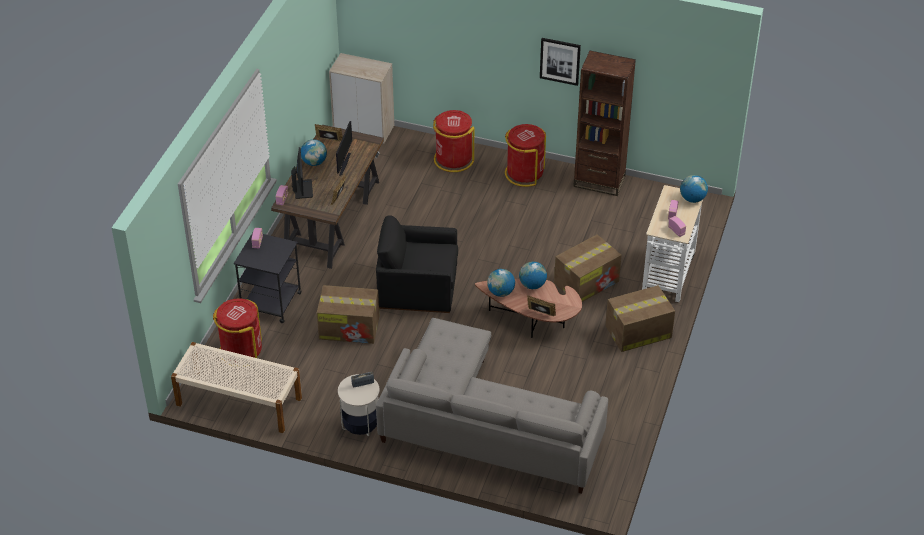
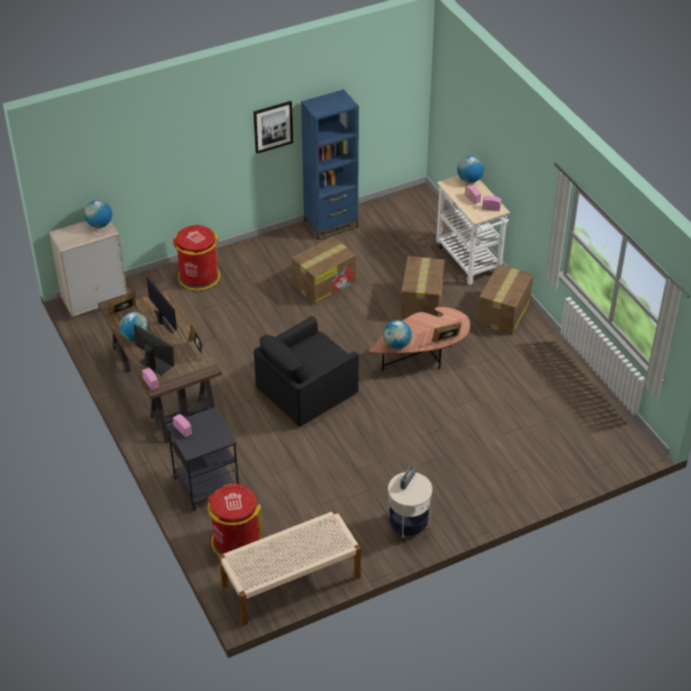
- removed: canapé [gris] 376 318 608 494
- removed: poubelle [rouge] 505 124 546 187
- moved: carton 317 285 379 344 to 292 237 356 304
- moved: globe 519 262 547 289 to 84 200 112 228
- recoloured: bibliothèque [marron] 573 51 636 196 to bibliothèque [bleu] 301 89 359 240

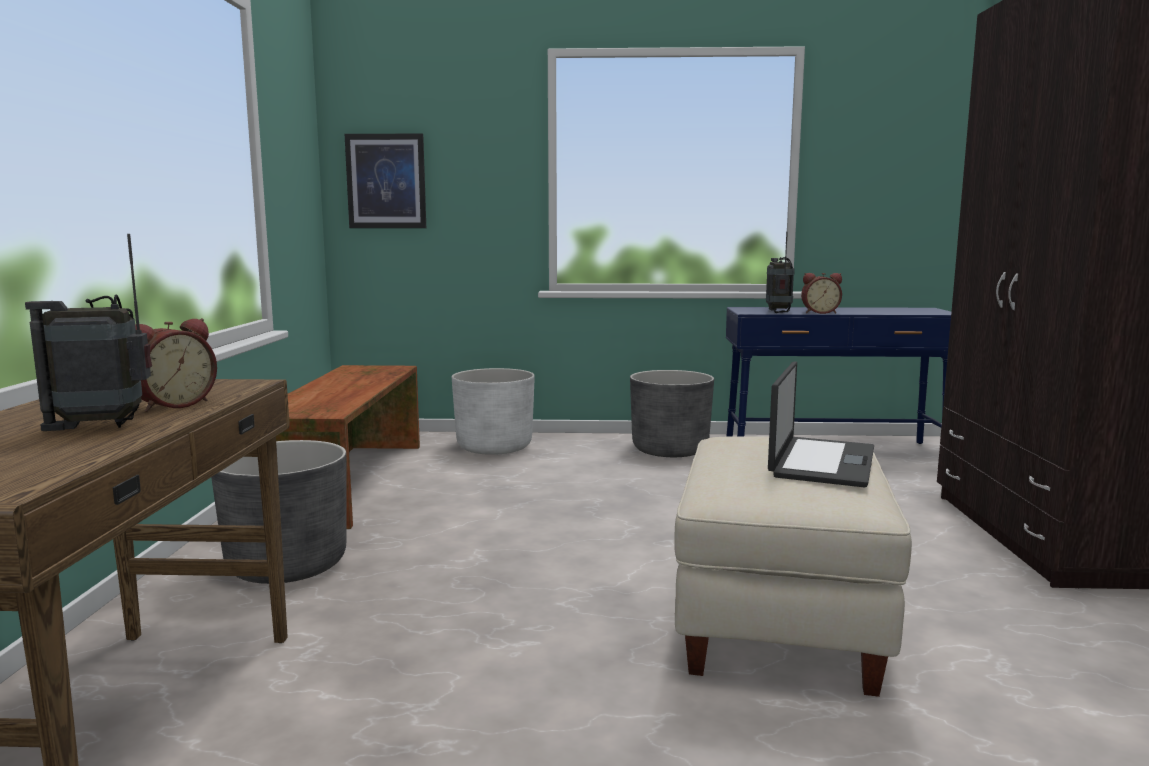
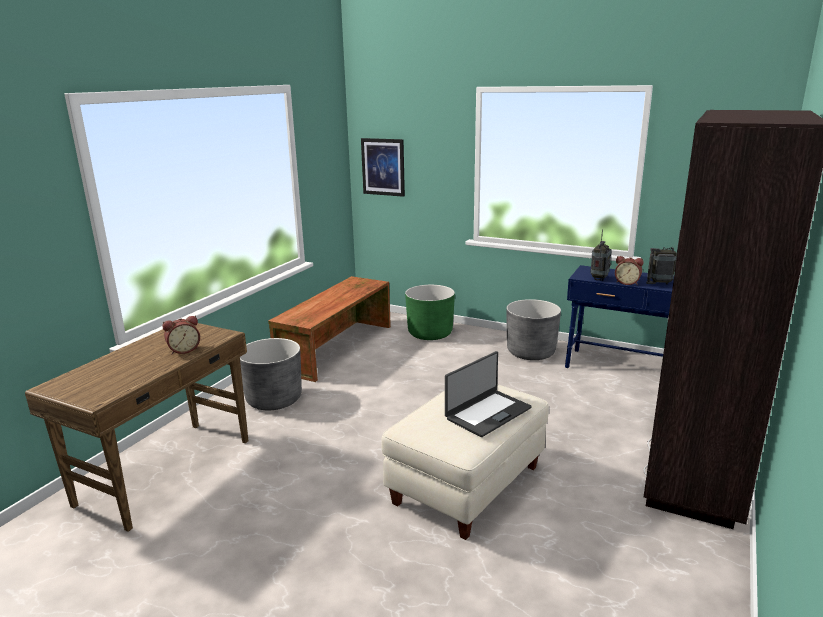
- moved: radio 25 234 152 431 to 646 230 681 285
- recoloured: cache-pot [blanc] 452 368 535 455 to cache-pot [vert] 405 285 455 340

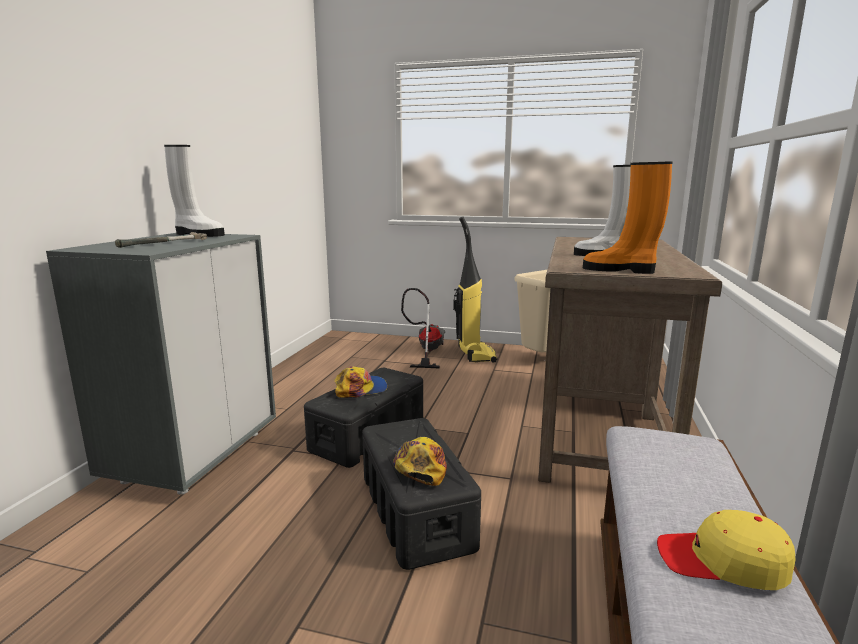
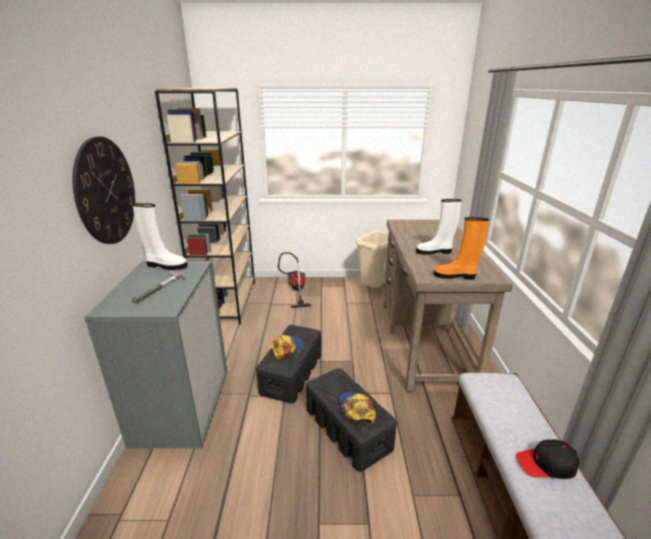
- removed: aspirateur 453 217 498 363
- added: horloge murale 73 136 135 244
- added: bibliothèque [marron] 155 88 255 325
- recoloured: casquette [jaune] 657 510 795 590 to casquette [noir] 516 439 579 479

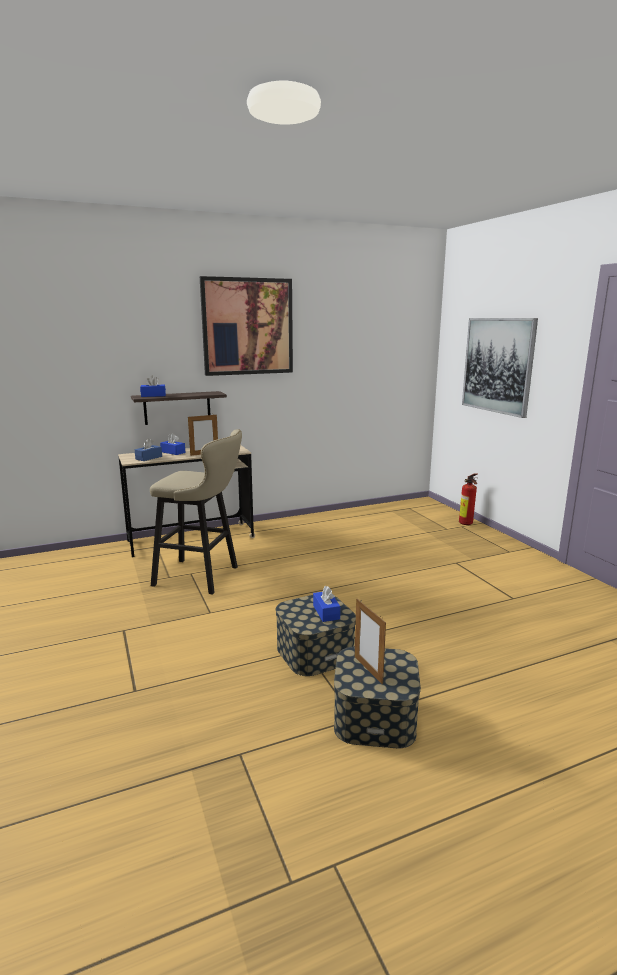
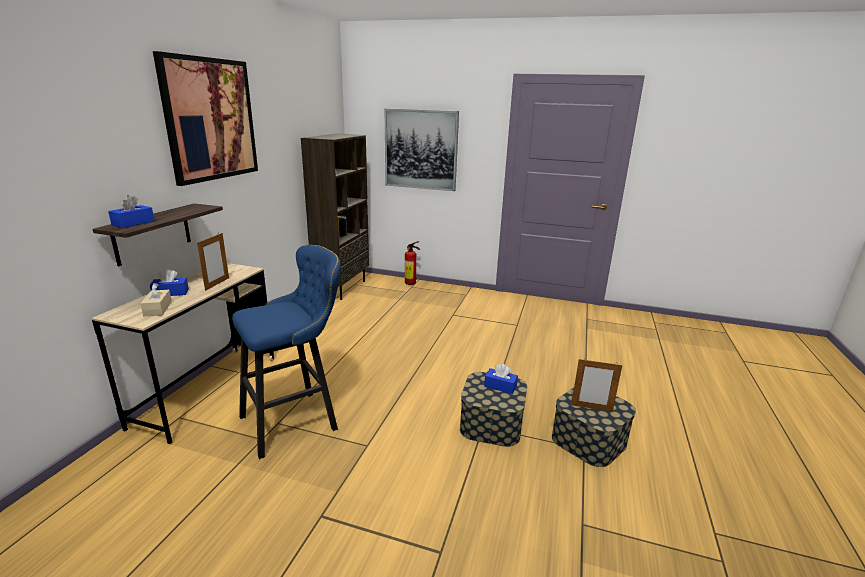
- added: bibliothèque [marron] 301 134 369 300
- recoloured: boîte à mouchoirs [bleu] 135 438 162 461 to boîte à mouchoirs [beige] 140 283 172 317
- recoloured: tabouret [beige] 150 429 242 595 to tabouret [bleu] 232 245 341 459

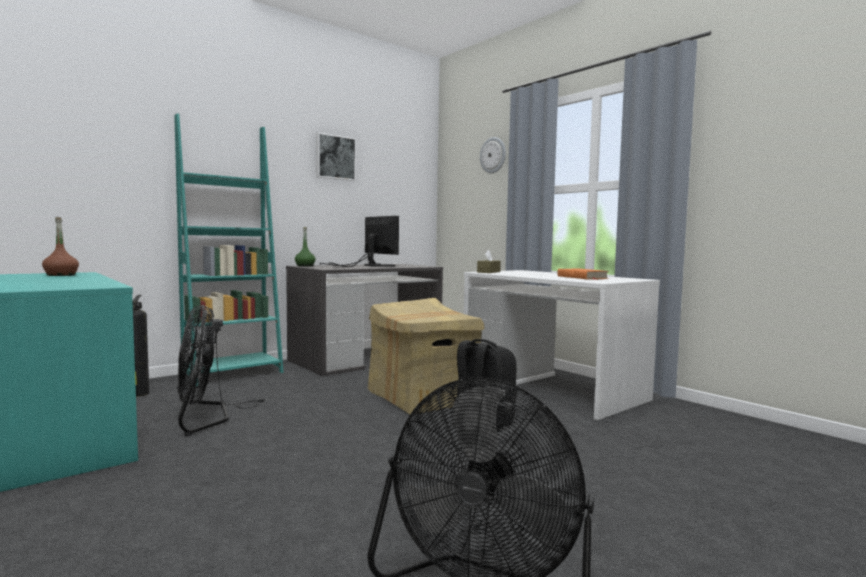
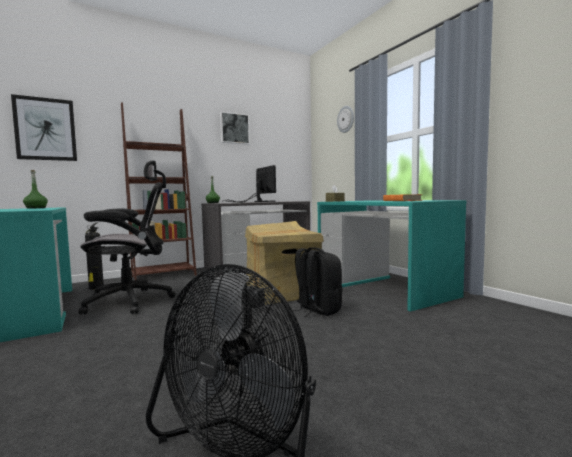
- added: tableau 11 94 77 161
- replaced: ventilateur [noir] 177 305 265 437 to chaise de bureau 78 161 175 314
- recoloured: bouteille [marron] 42 217 79 276 to bouteille [vert] 23 170 48 209
- recoloured: bibliothèque [turquoise] 174 114 284 386 to bibliothèque [marron] 121 102 197 280
- recoloured: bureau [blanc] 464 270 660 420 to bureau [turquoise] 317 200 467 312

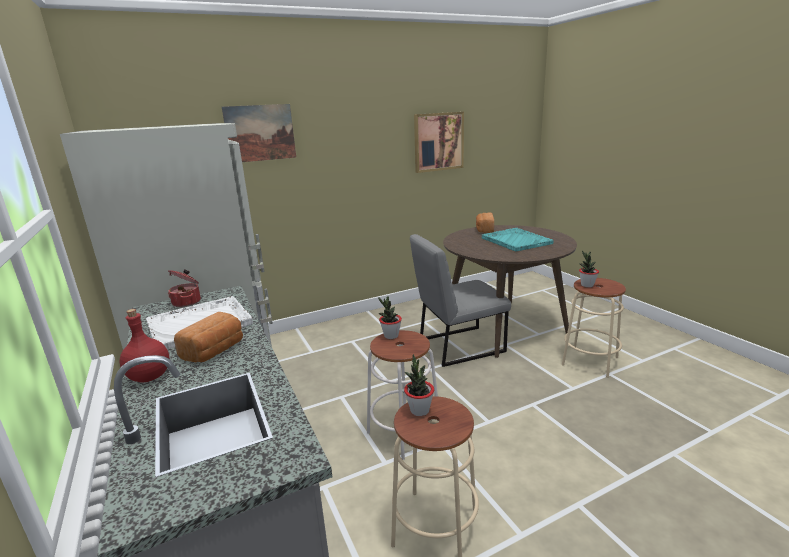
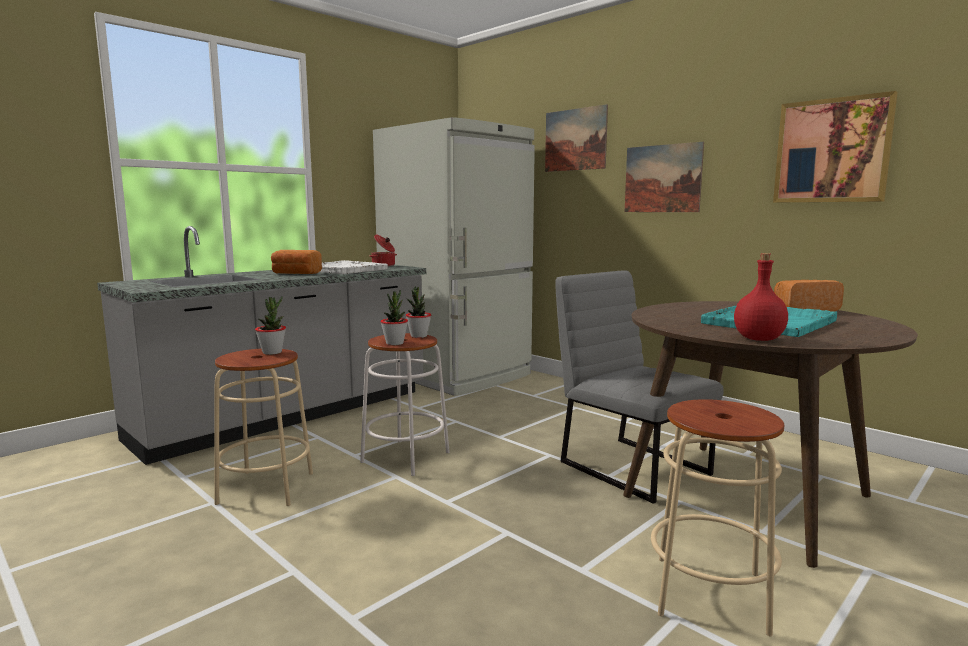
- added: tableau 625 142 704 212
- moved: bouteille [rouge] 120 309 170 382 to 734 253 788 341
- moved: plante en pot 579 250 599 288 to 380 290 408 345

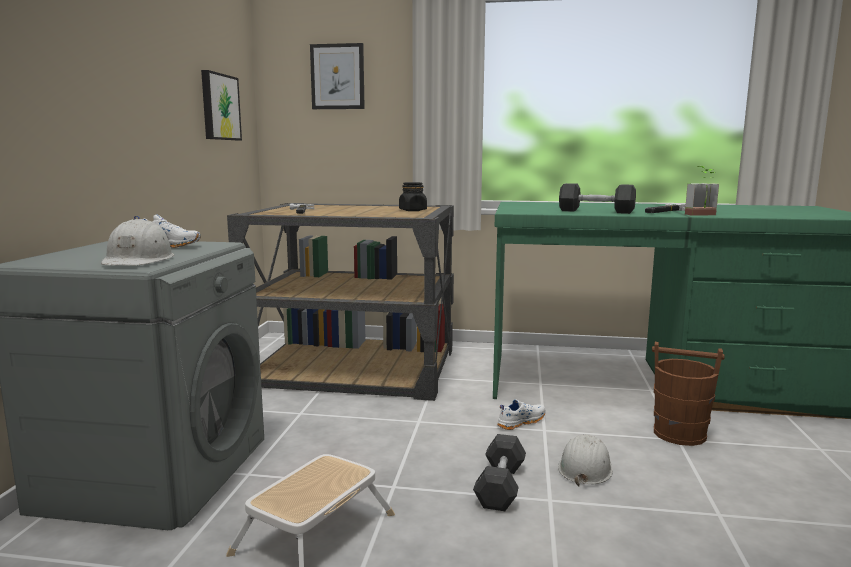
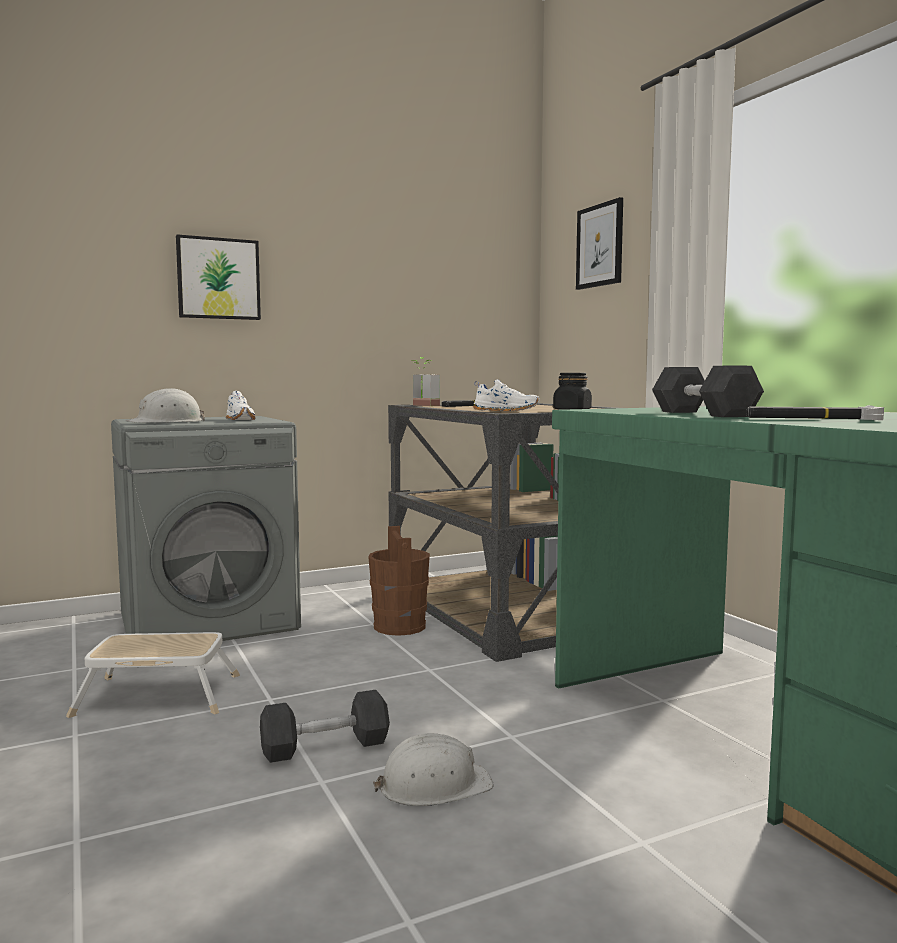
- moved: tableau 201 70 242 140 to 176 234 261 320
- moved: chaussure [blanc] 497 399 545 430 to 473 379 539 411
- moved: seau [marron] 652 342 725 446 to 368 526 430 636
- moved: plante en pot 685 166 719 216 to 411 357 440 406

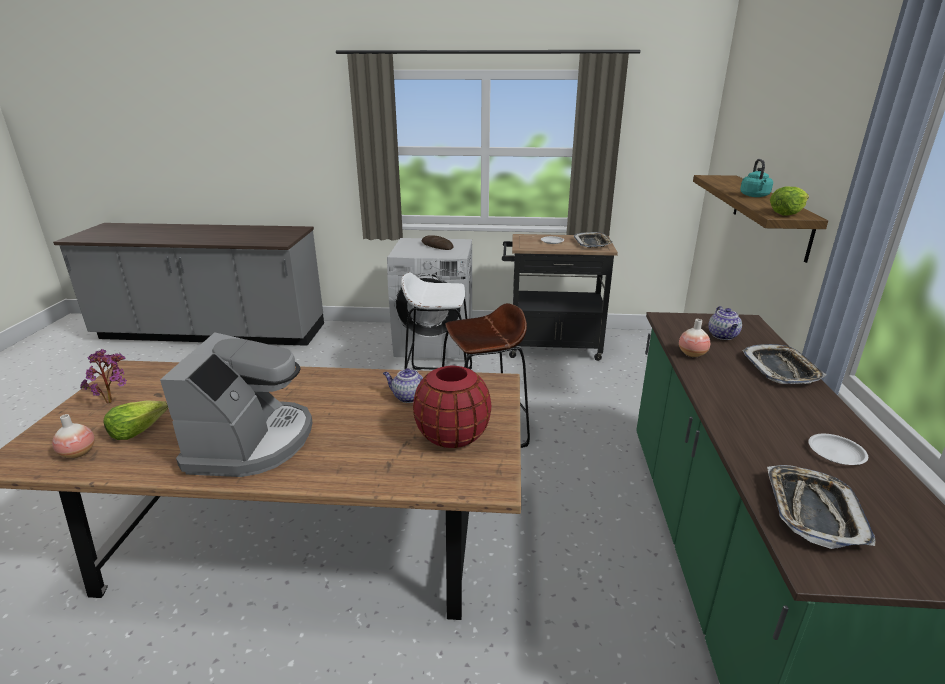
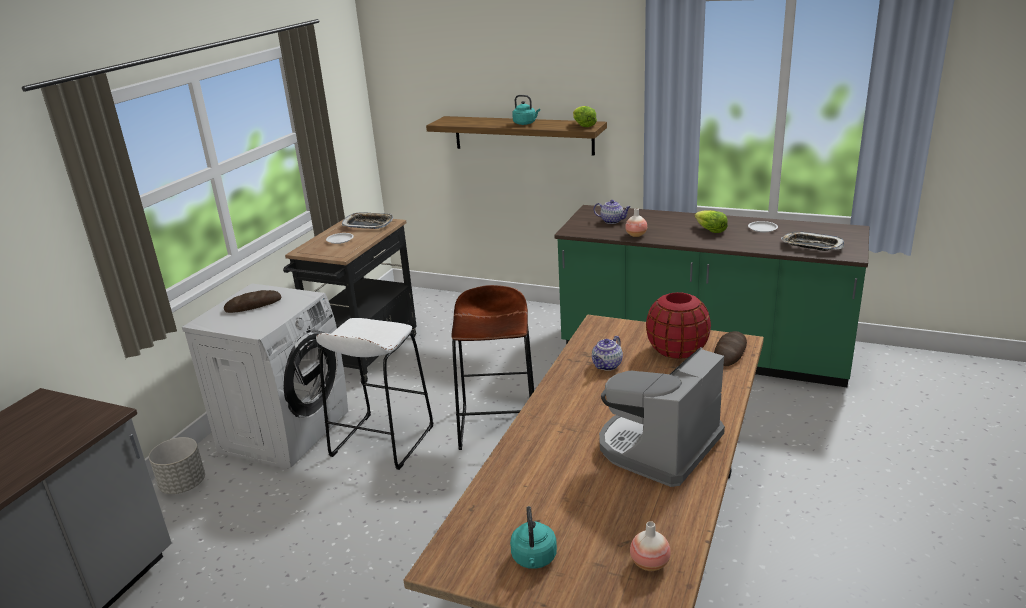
- removed: plateau 742 344 827 384
- added: cache-pot [gris] 149 437 205 494
- added: pain 714 331 747 366
- moved: laitue 104 400 168 440 to 695 210 728 233
- replaced: plante en pot 80 349 127 403 to bouilloire [turquoise] 510 506 557 569
- turned: machine à café 160 332 313 477 = 599 347 725 487 75 degrees counterclockwise

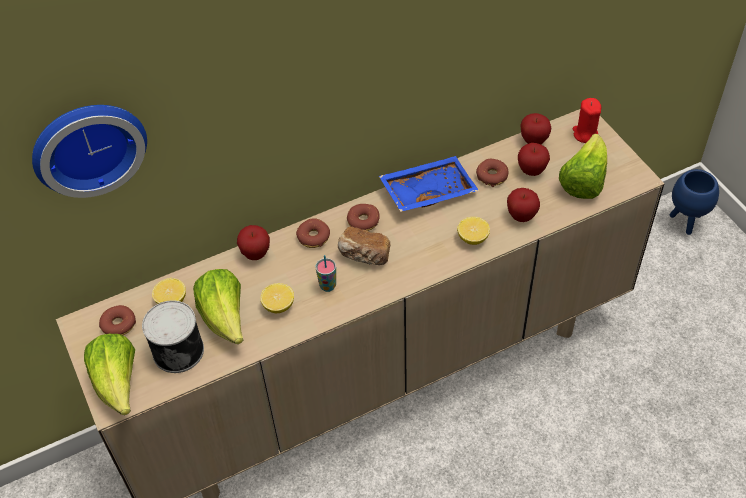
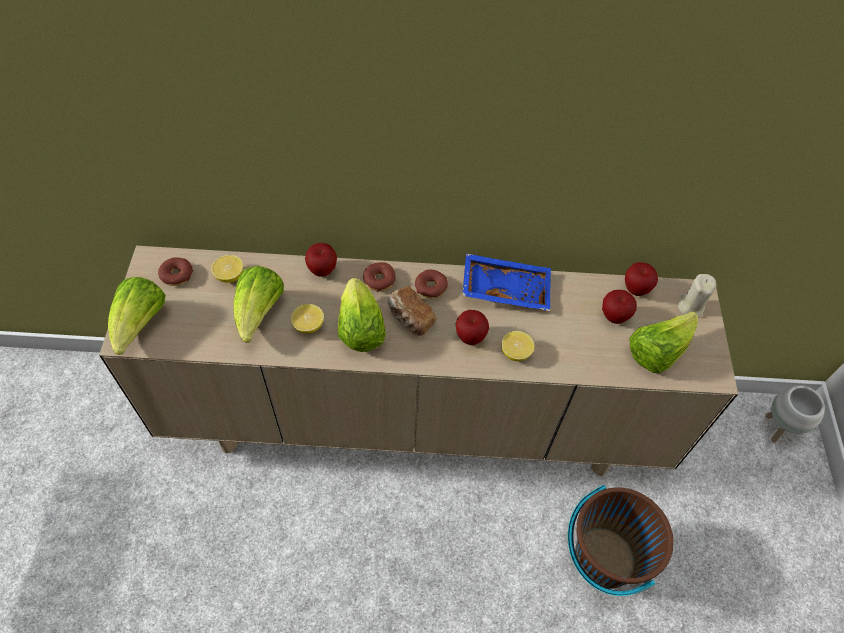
- removed: horloge murale 32 105 147 198
- removed: boîte métallique 142 301 204 373
- removed: beignet 476 159 508 187
- added: seau [marron] 568 485 673 596
- moved: pomme 507 188 540 222 to 456 310 489 345
- replaced: tasse 315 255 336 292 to laitue 338 278 386 352
- recoloured: bougie [rouge] 572 98 601 143 to bougie [beige] 678 274 716 318
- recoloured: cache-pot [bleu] 670 169 719 235 to cache-pot [blanc] 765 385 825 443

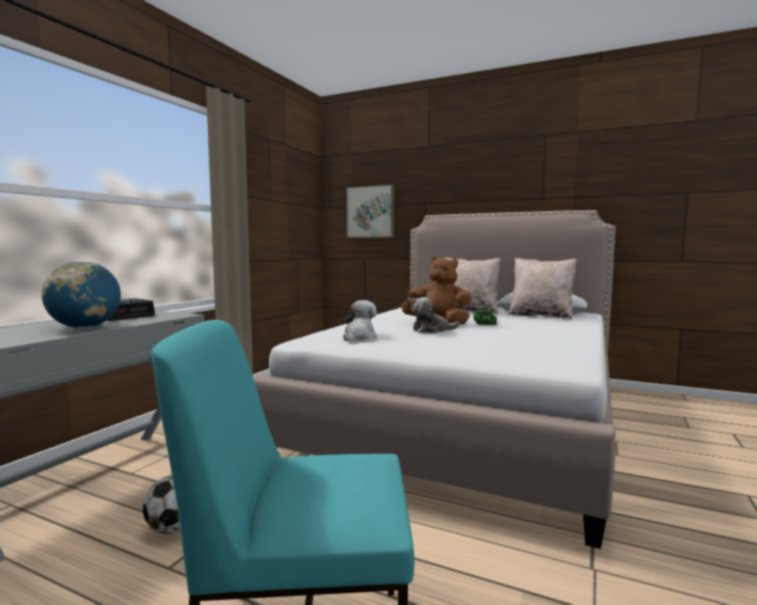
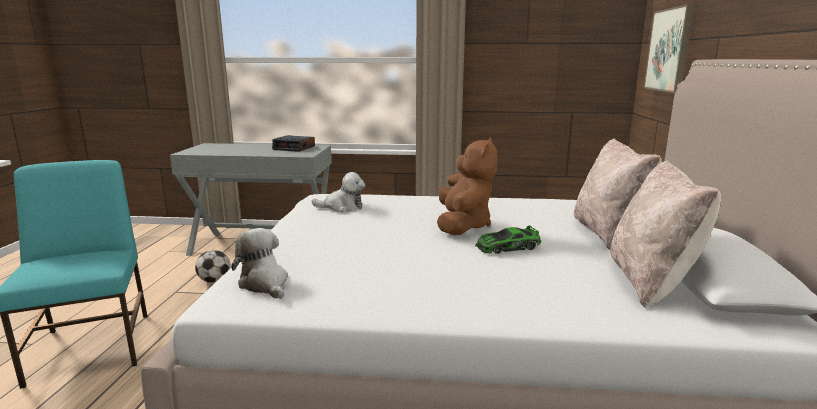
- removed: globe 41 261 121 328
- moved: peluche 411 297 460 333 to 231 228 288 299

